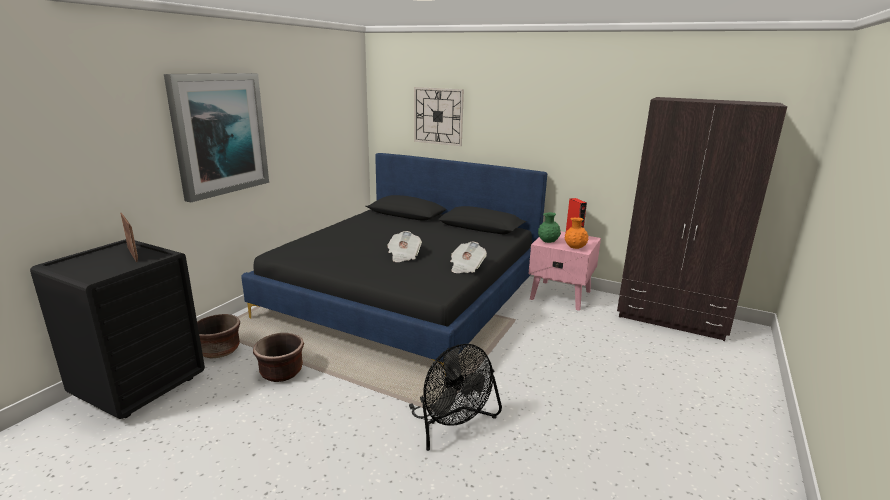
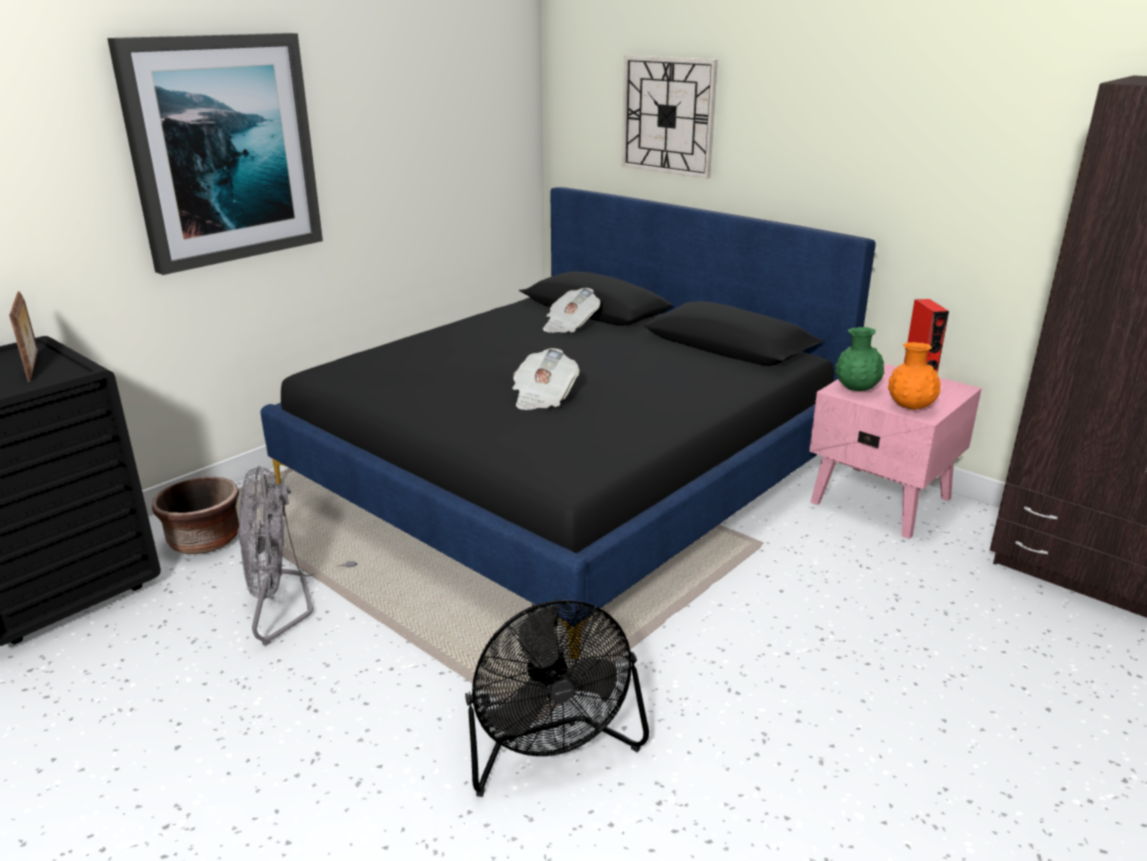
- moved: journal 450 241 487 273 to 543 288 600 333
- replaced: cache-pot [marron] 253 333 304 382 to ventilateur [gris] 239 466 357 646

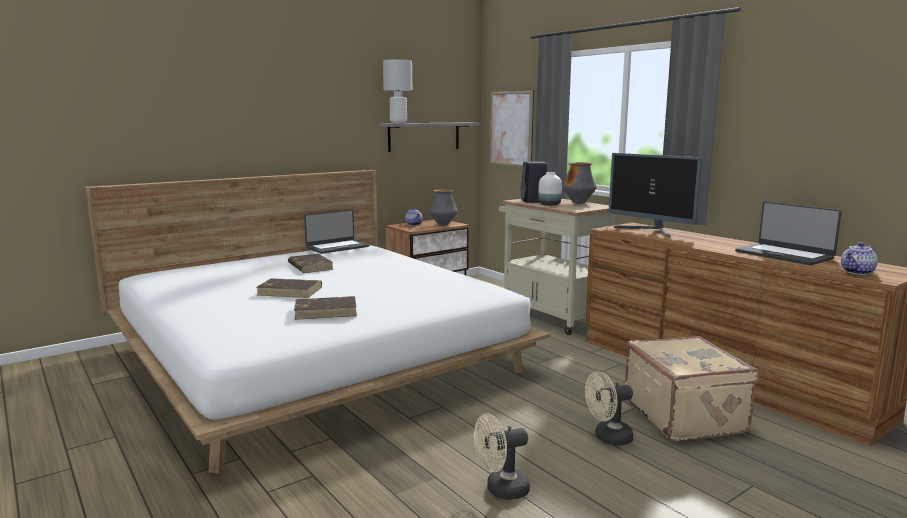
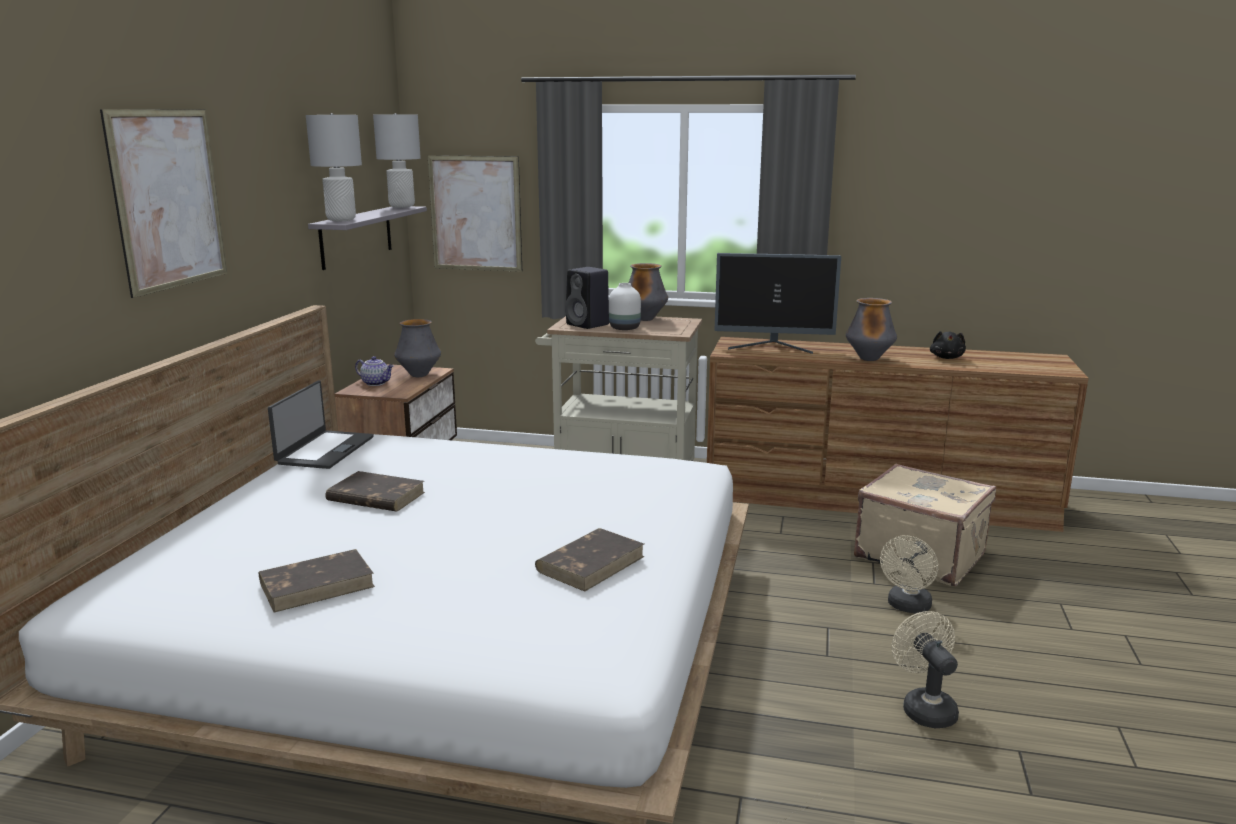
- removed: théière 841 242 878 275
- added: tableau 100 109 227 298
- added: lampe de table [gris] 373 113 421 208
- added: vase 846 298 897 361
- moved: livre [marron] 257 278 322 298 to 259 549 375 613
- replaced: ordinateur portable 735 201 842 265 to peluche [noir] 930 331 966 359
- turned: ventilateur [beige] 474 414 530 500 = 892 611 959 728 135 degrees clockwise

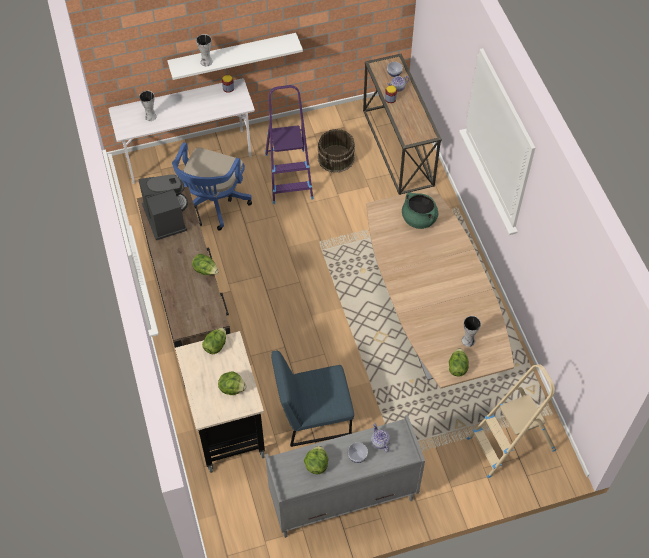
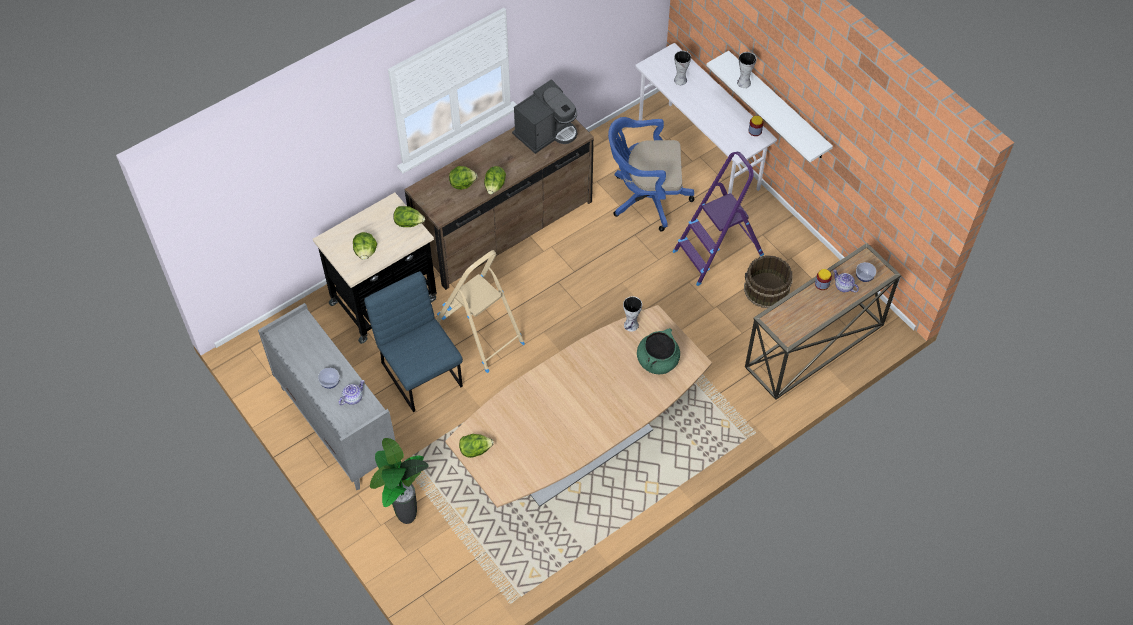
- added: plante en pot 370 438 429 524
- moved: laitue 304 446 328 474 to 449 166 477 190
- moved: vase 462 316 481 347 to 623 296 642 332
- moved: escabeau [beige] 467 364 556 478 to 436 250 525 373

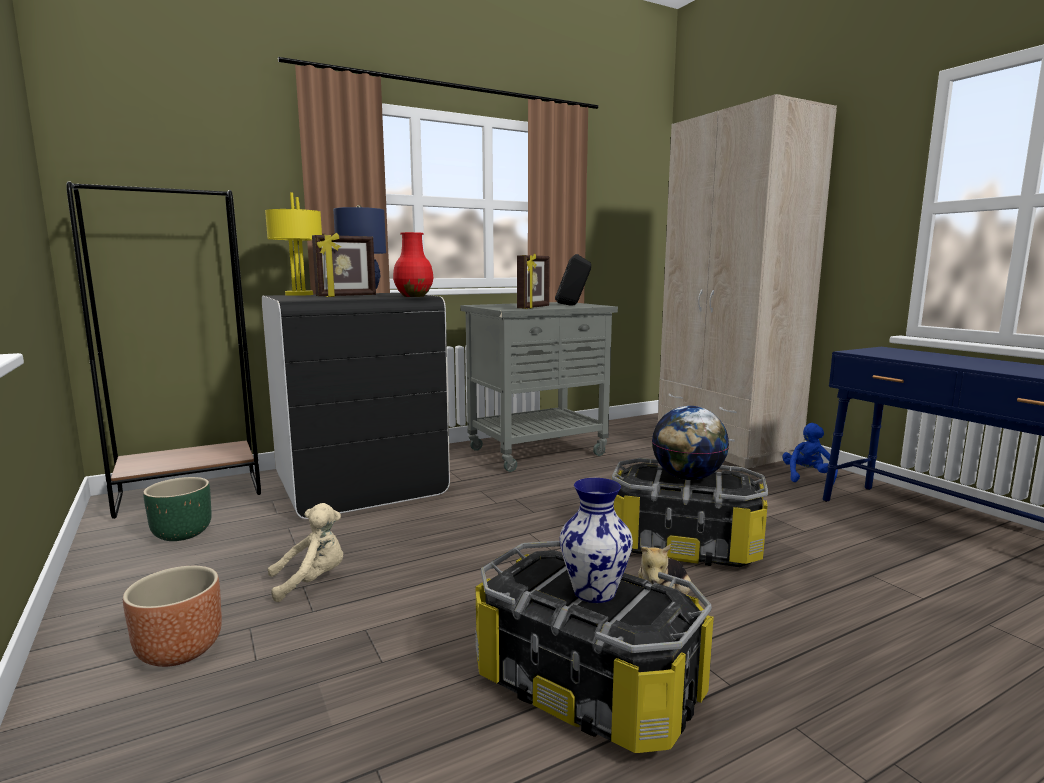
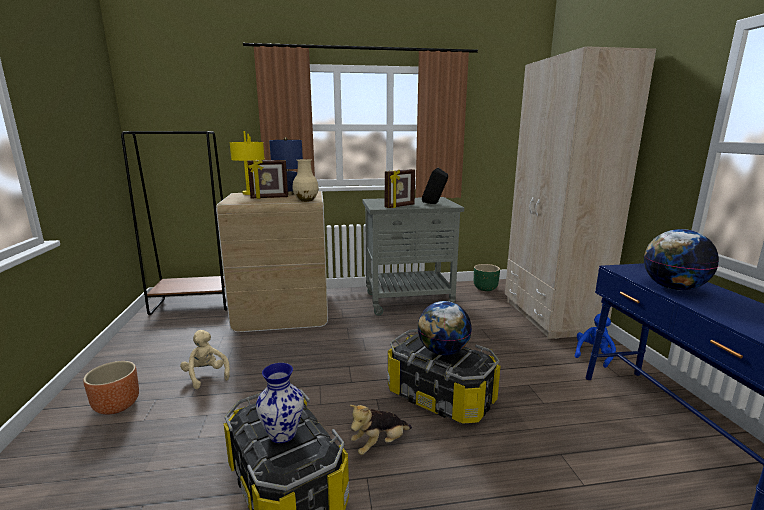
- added: globe 644 229 719 290
- moved: cache-pot [vert] 143 477 212 541 to 474 264 500 291
- recoloured: commode [noir] 262 293 450 519 to commode [beige] 216 191 328 332
- recoloured: vase [rouge] 393 232 433 297 to vase [beige] 293 159 319 202
- turned: peluche [beige] 268 503 343 602 = 180 330 230 389 120 degrees counterclockwise

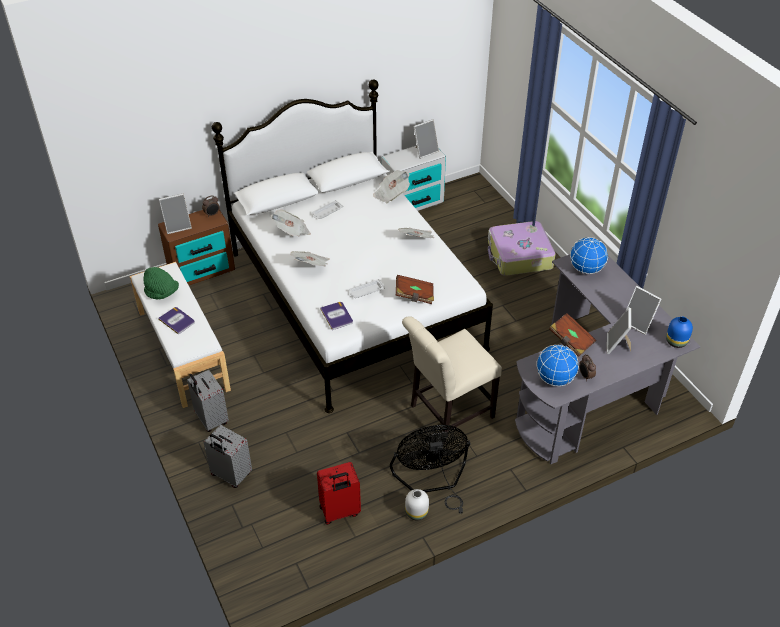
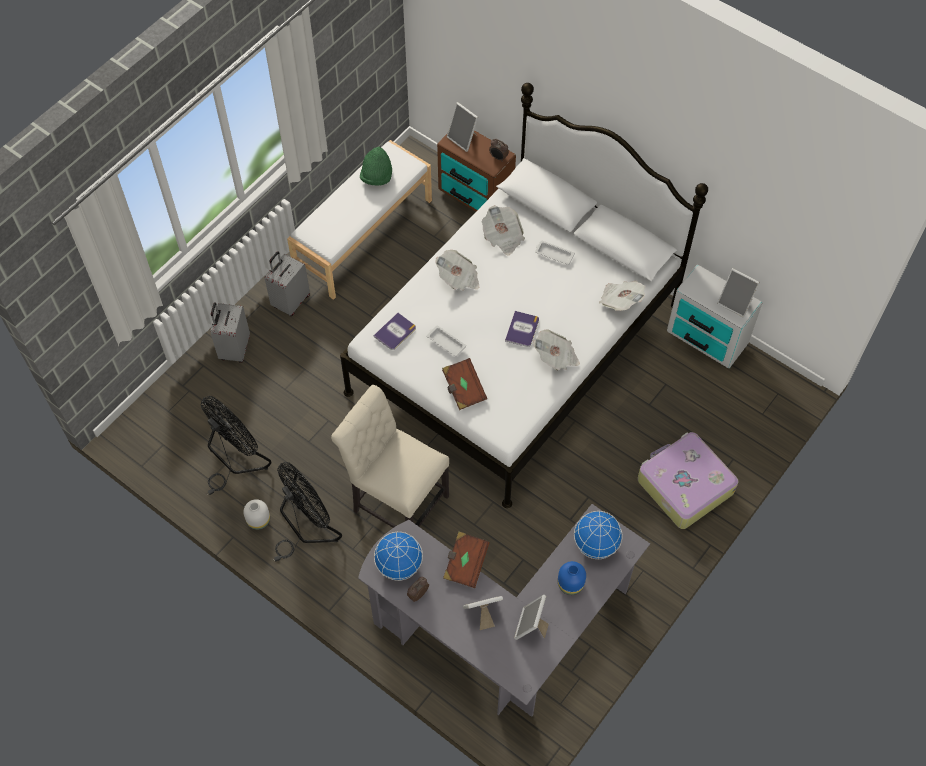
- moved: livre 158 307 195 335 to 505 311 539 347
- moved: vase [bleu] 666 316 693 348 to 558 561 586 595
- replaced: valise [rouge] 317 462 361 525 to ventilateur [noir] 201 396 271 495

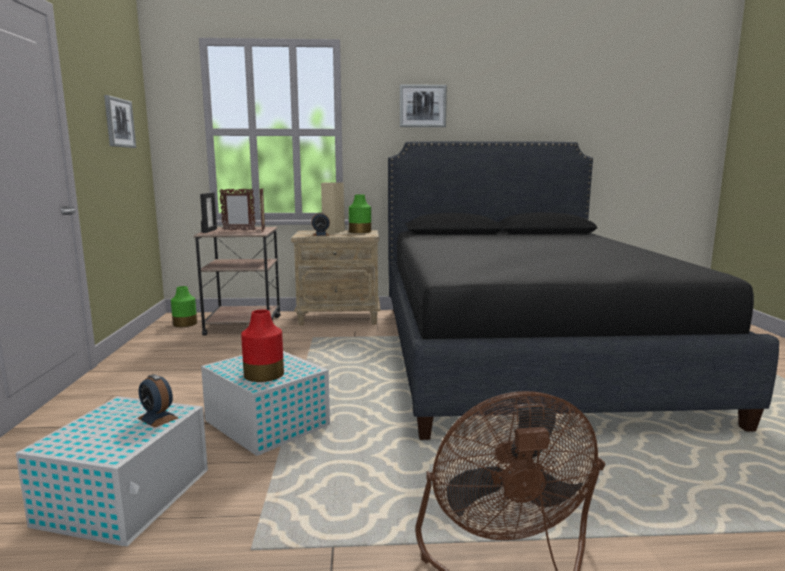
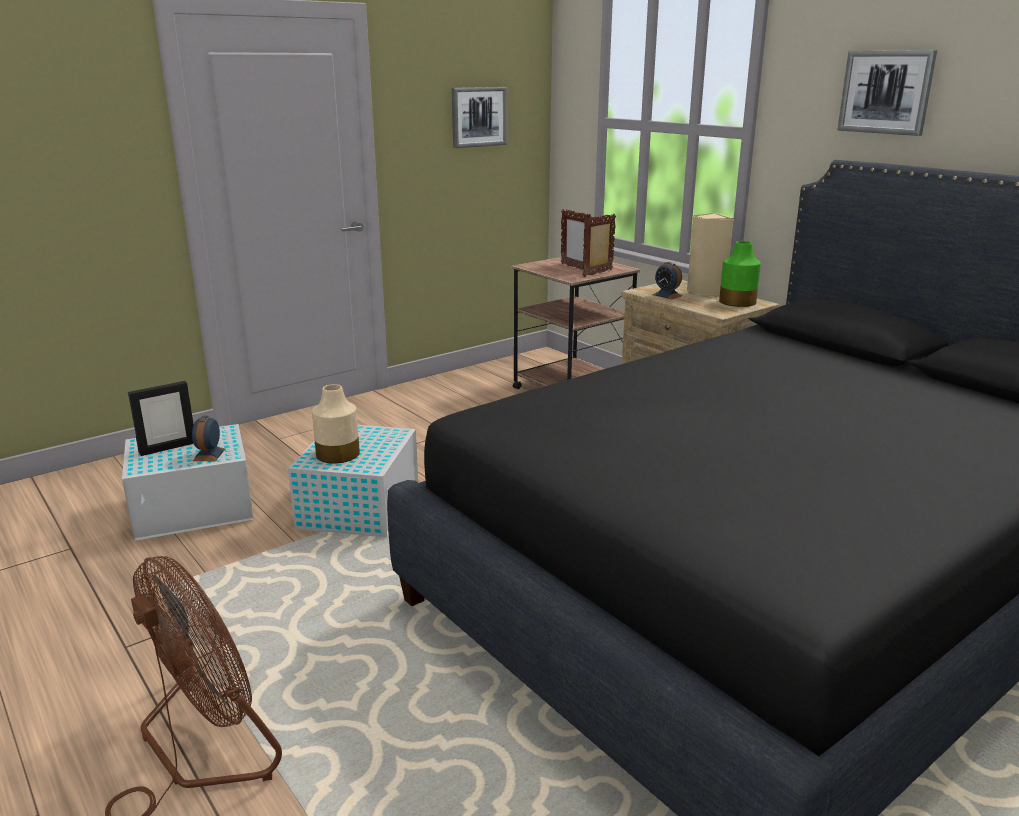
- removed: vase [vert] 171 286 197 327
- moved: cadre photo 200 192 217 233 to 128 381 194 456
- recoloured: vase [rouge] 241 309 284 382 to vase [beige] 312 384 360 463

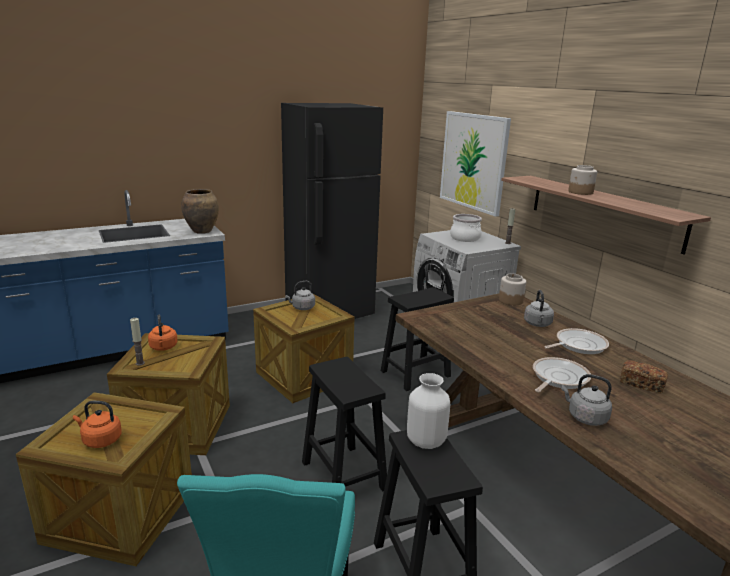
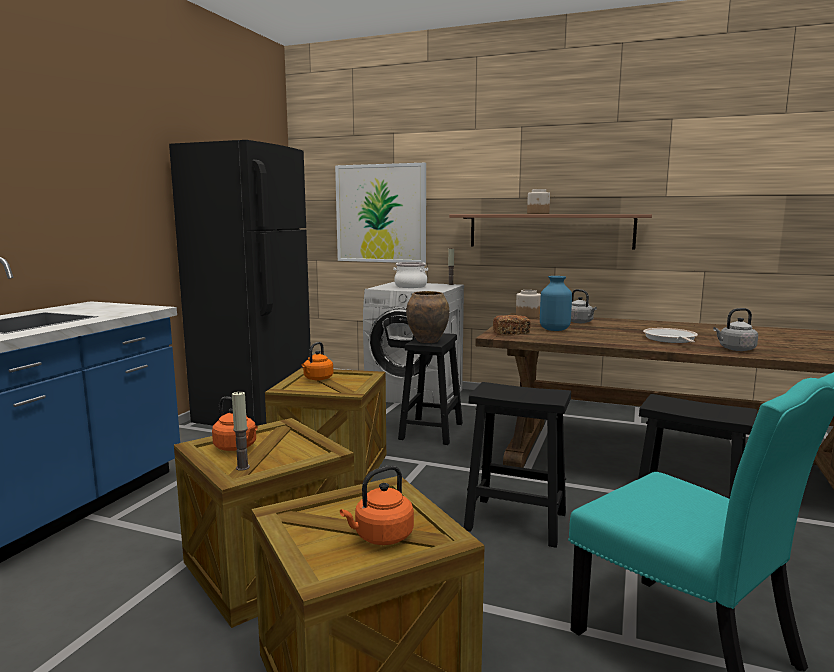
- removed: vase [blanc] 407 373 450 449
- removed: poêle 544 328 609 354
- added: vase [bleu] 540 276 572 331
- moved: vase [marron] 181 189 219 234 to 406 291 449 343
- moved: pain 620 360 668 393 to 493 315 531 335
- recoloured: bouilloire [gris] 285 281 315 310 to bouilloire [orange] 302 342 333 380

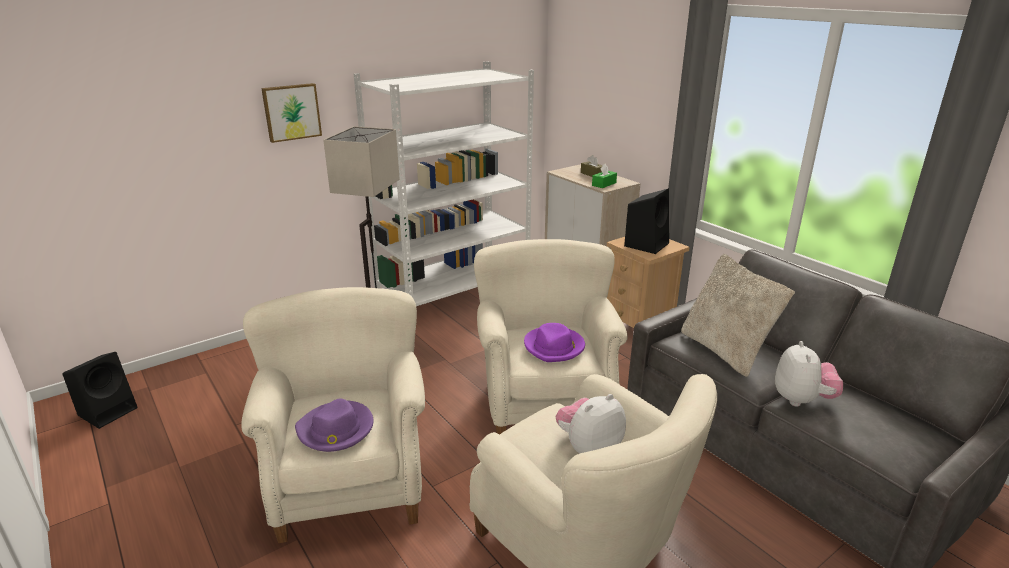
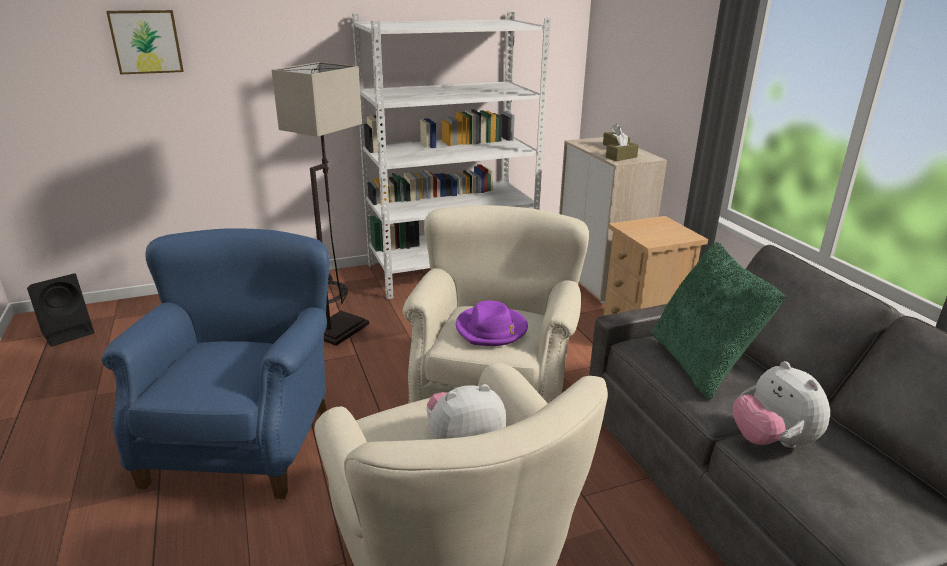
- removed: chapeau [violet] 295 399 374 452
- removed: enceinte [noir] 624 188 669 254
- moved: tableau 261 83 322 143 to 106 10 184 75
- recoloured: fauteuil [beige] 241 287 425 543 to fauteuil [bleu] 101 228 329 499
- recoloured: boîte à mouchoirs [vert] 592 164 617 188 to boîte à mouchoirs [marron] 606 133 639 161
- recoloured: coussin [beige] 681 254 795 377 to coussin [vert] 653 242 786 399
- turned: peluche 775 341 843 406 = 733 361 830 448 135 degrees clockwise

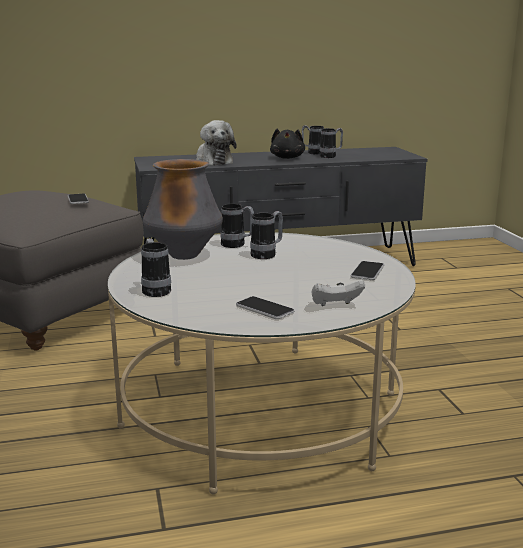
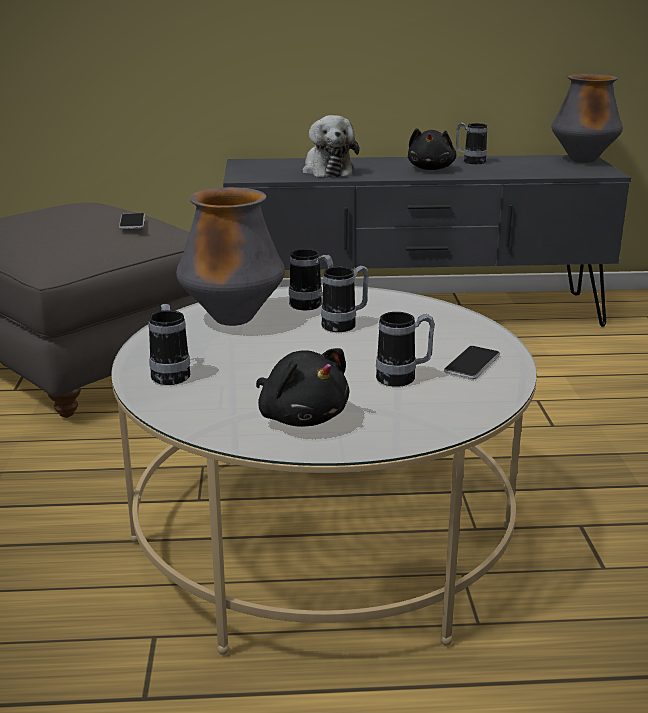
- removed: manette [blanc] 312 280 365 306
- added: vase 551 74 623 163
- moved: mug 320 128 343 158 to 376 312 435 387
- replaced: téléphone 236 296 294 319 to peluche [noir] 256 348 349 427

